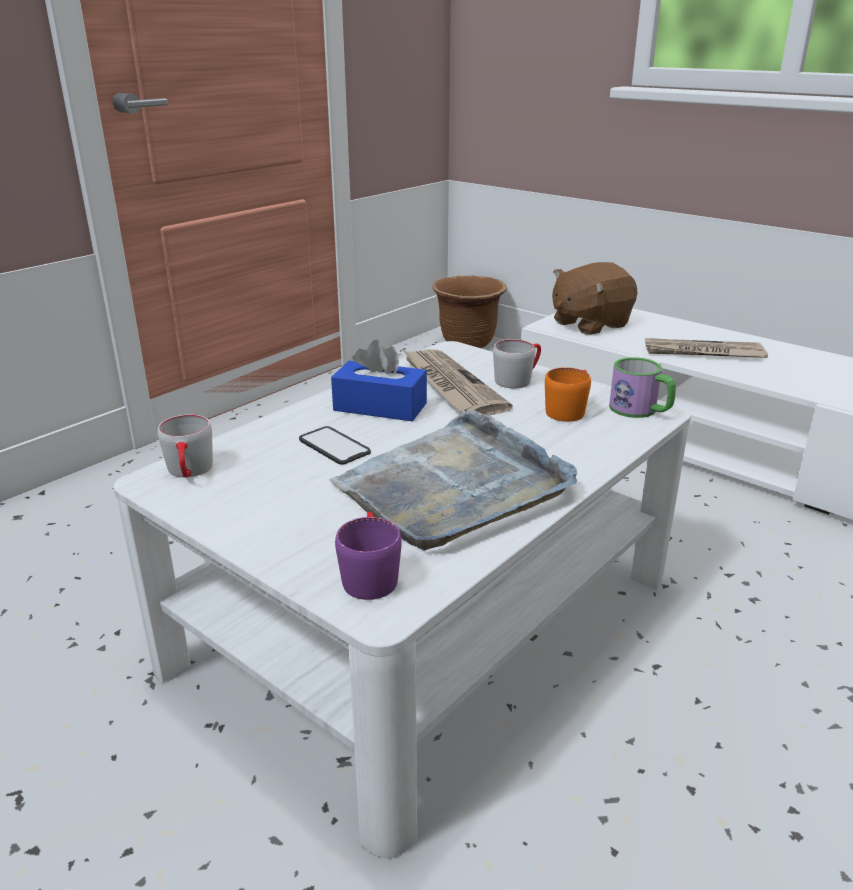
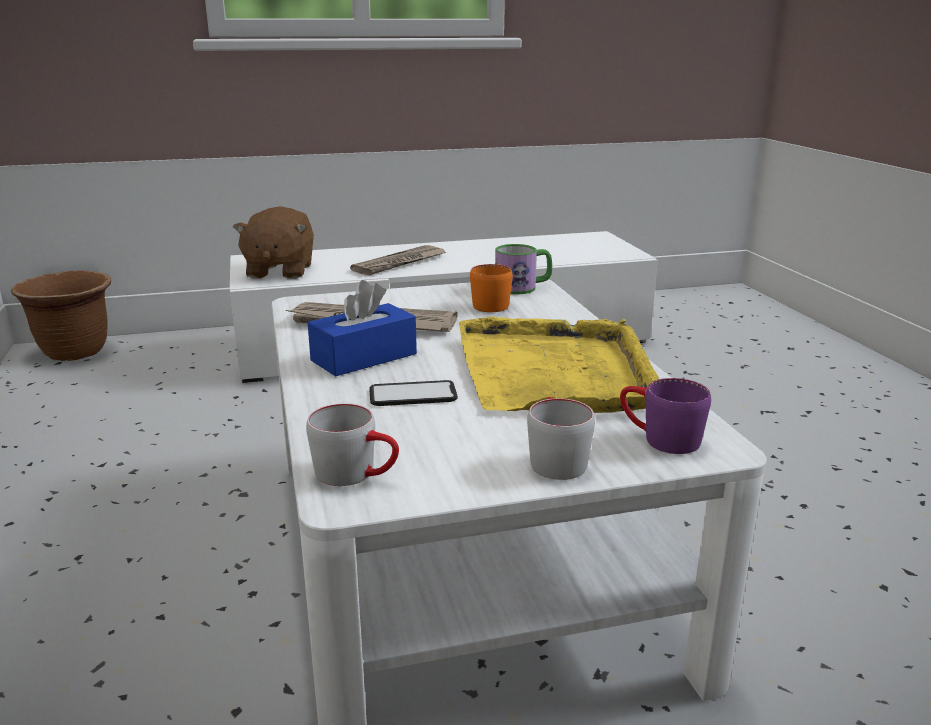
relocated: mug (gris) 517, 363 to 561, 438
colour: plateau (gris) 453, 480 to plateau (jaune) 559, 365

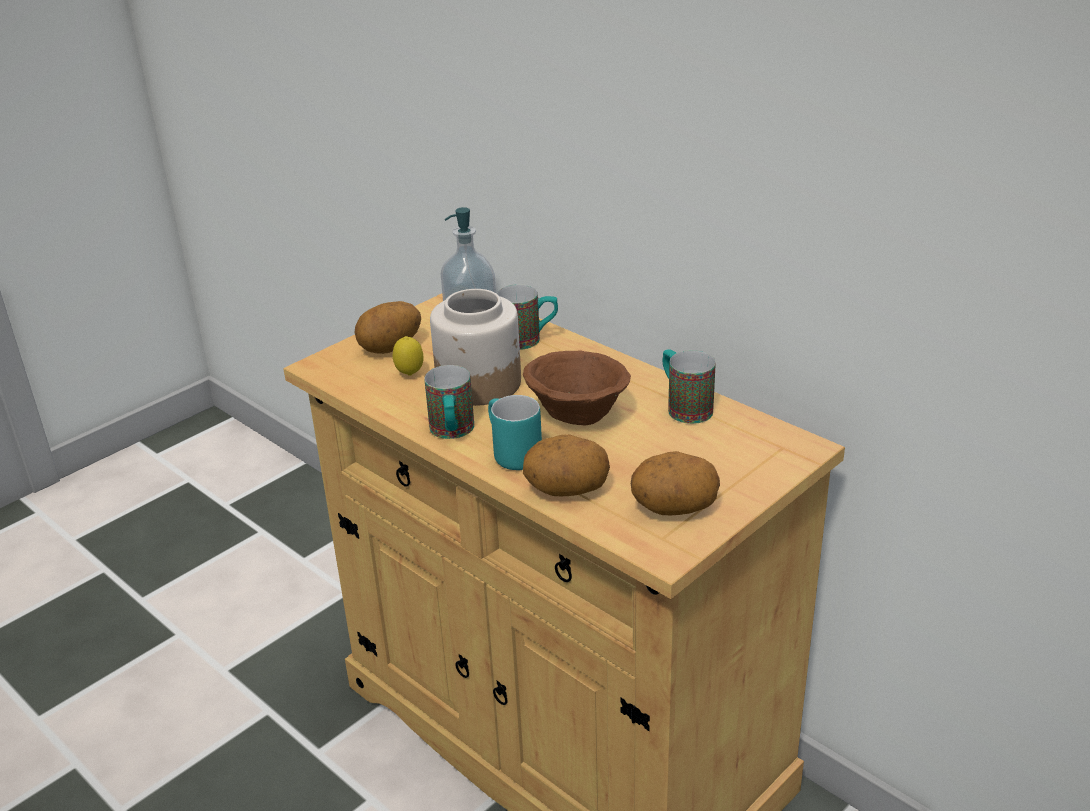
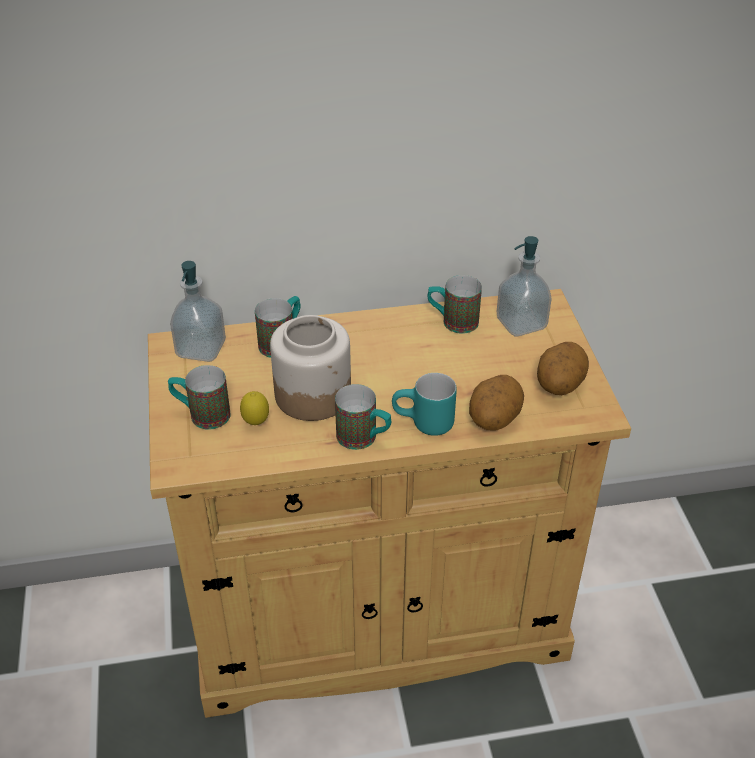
missing: bol (marron) 577, 387
appeared: distributeur de savon 524, 286
exchanged: pomme de terre 388, 327 to mug 199, 397

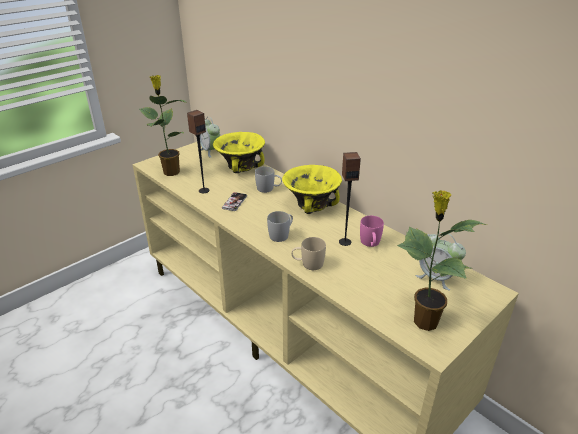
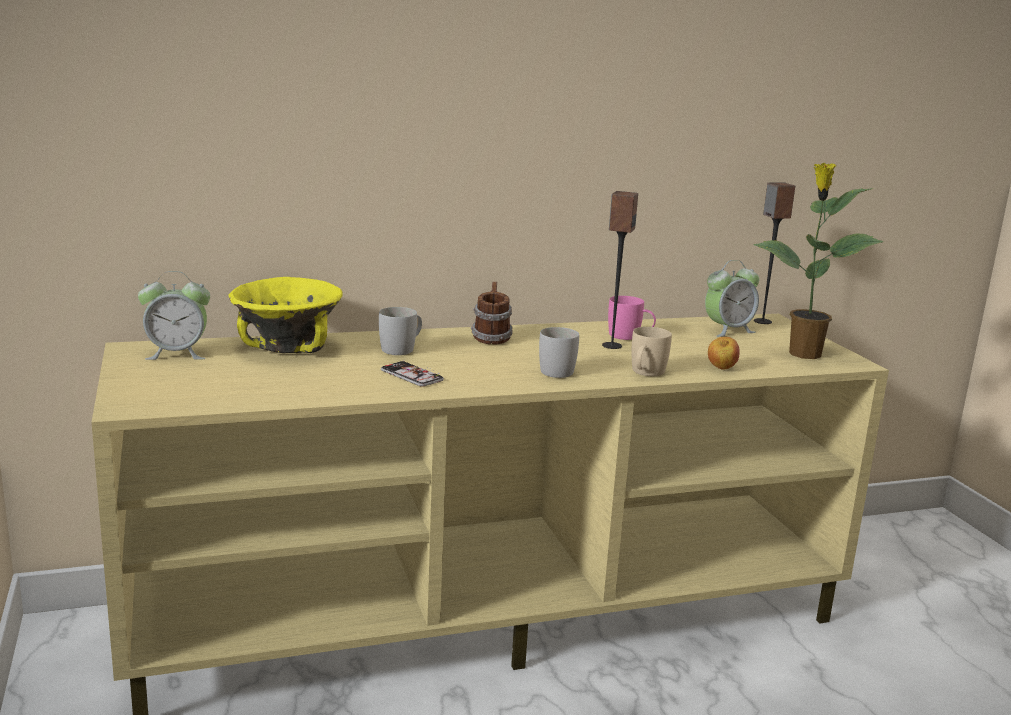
missing: plante en pot 163, 125
appeared: pomme 724, 353
relocated: enceinte 198, 151 to 774, 253
exchanged: bol (jaune) 312, 189 to mug 492, 313

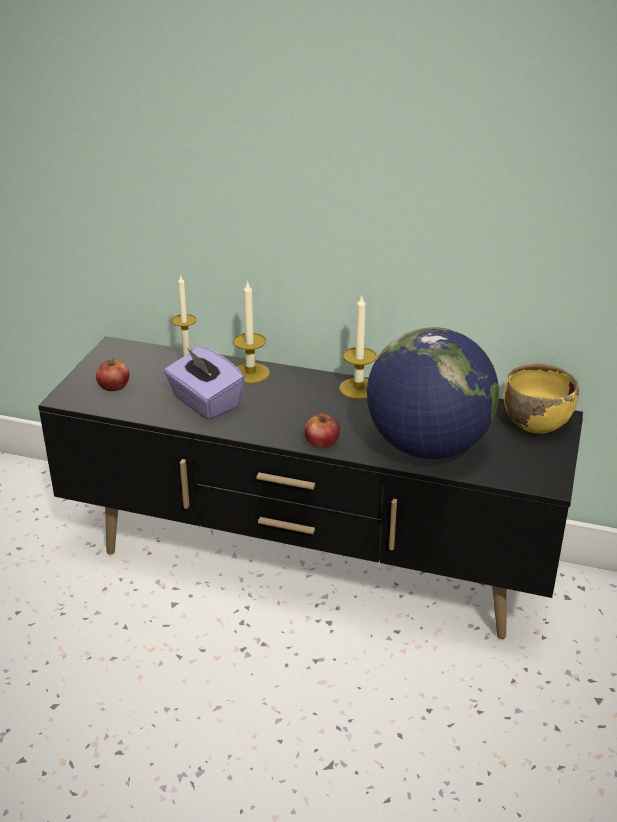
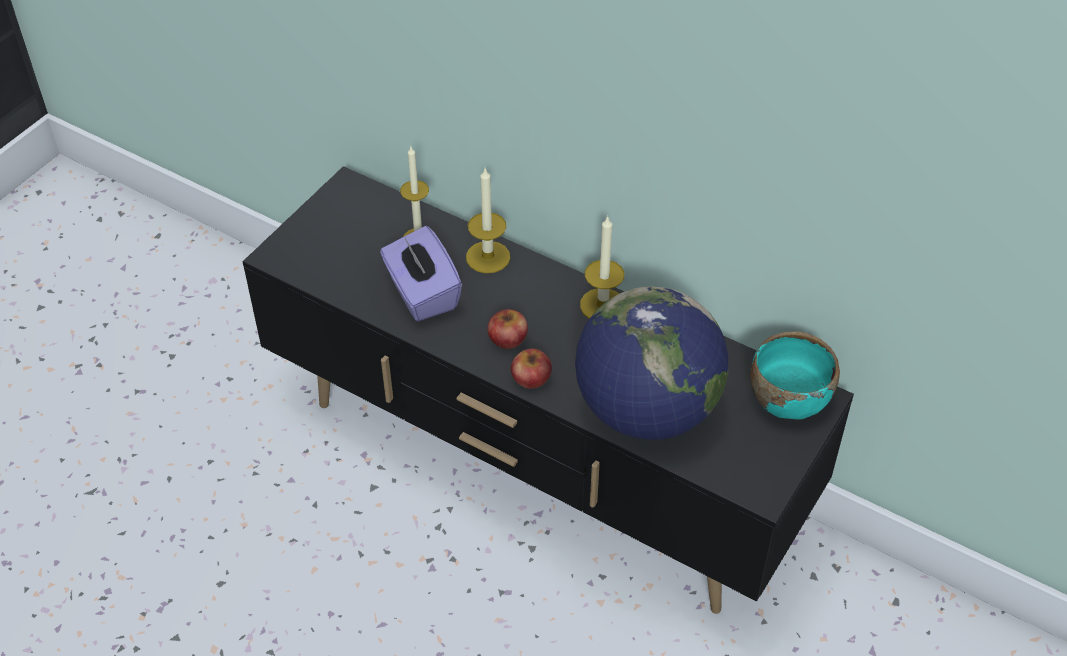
relocated: pomme 112, 374 to 507, 329
colour: bol (jaune) 541, 399 to bol (turquoise) 795, 375

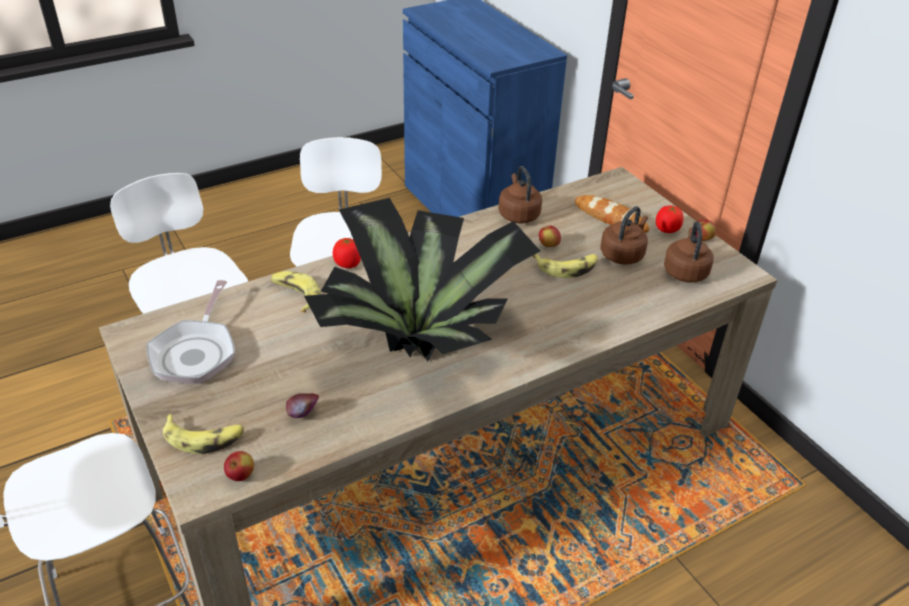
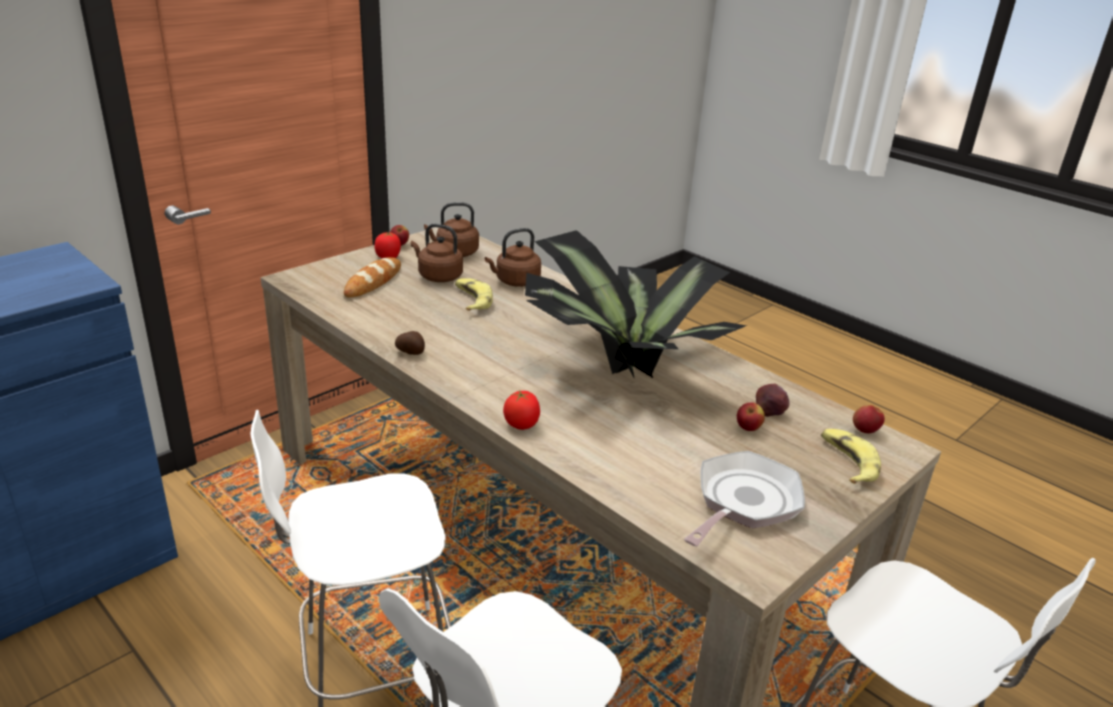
missing: banane 295, 292
appeared: pomme de terre 410, 343
relocated: bouilloire (marron) 520, 195 to 513, 257; pomme 550, 236 to 751, 416
spun: poêle 190, 332 = 744, 499 45 degrees counterclockwise

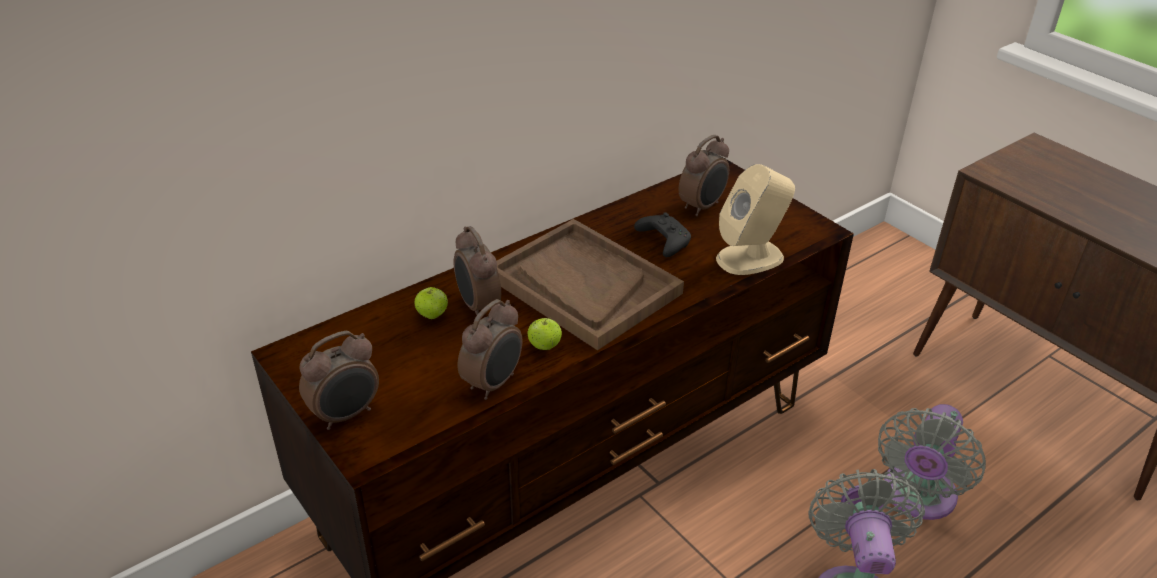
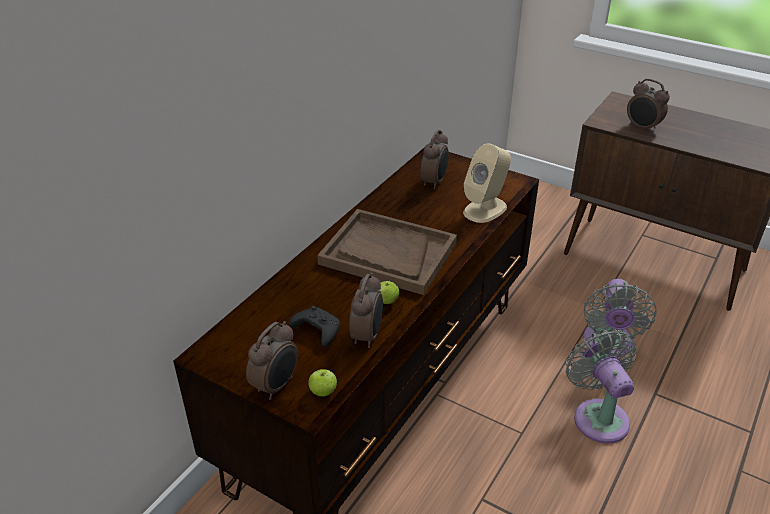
relocated: manette (noir) 662, 234 to 314, 326; réveil 477, 270 to 648, 106; pomme 431, 303 to 322, 383

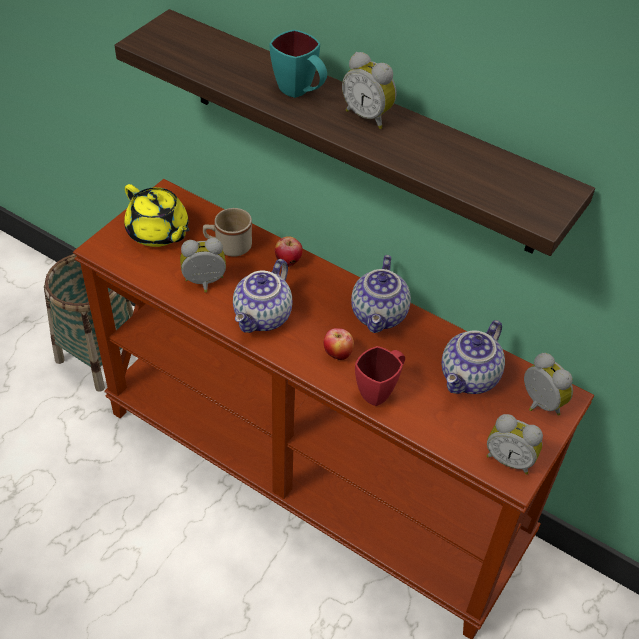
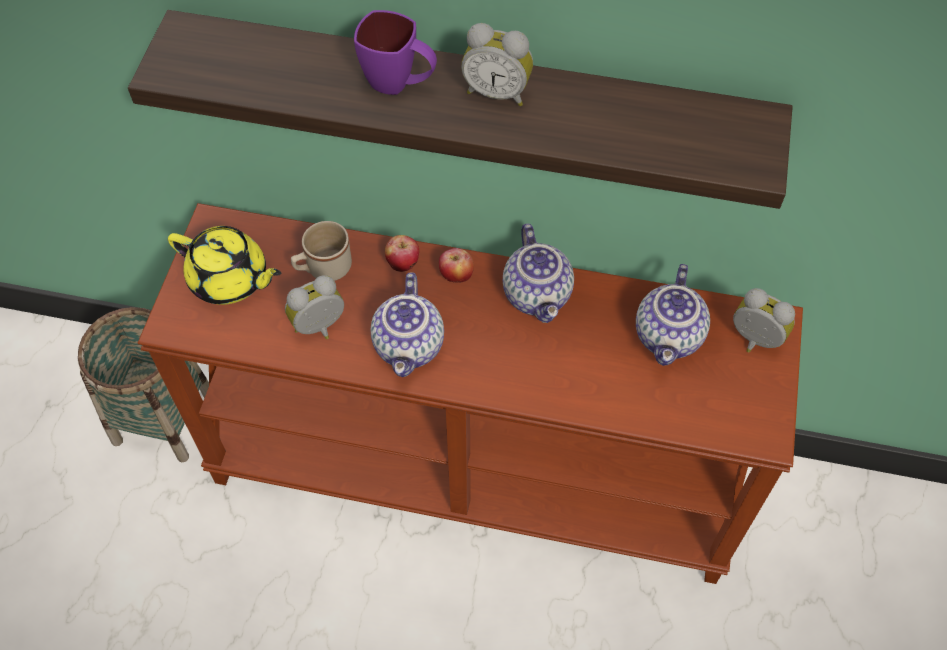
missing: mug (rouge) 380, 376; réveil 514, 444
relocated: pomme 339, 344 to 456, 265
colour: mug (turquoise) 298, 64 to mug (violet) 395, 52

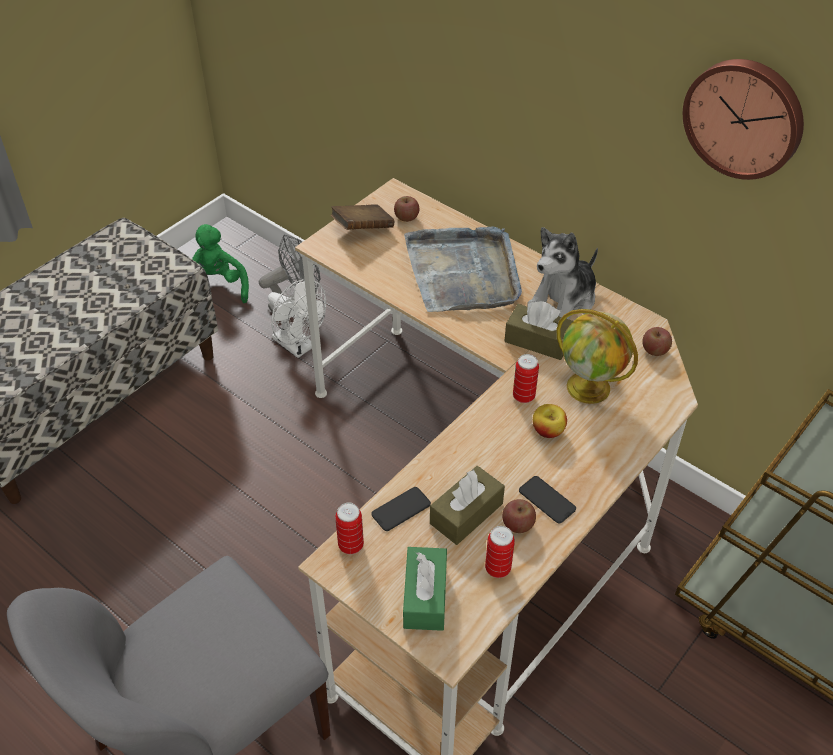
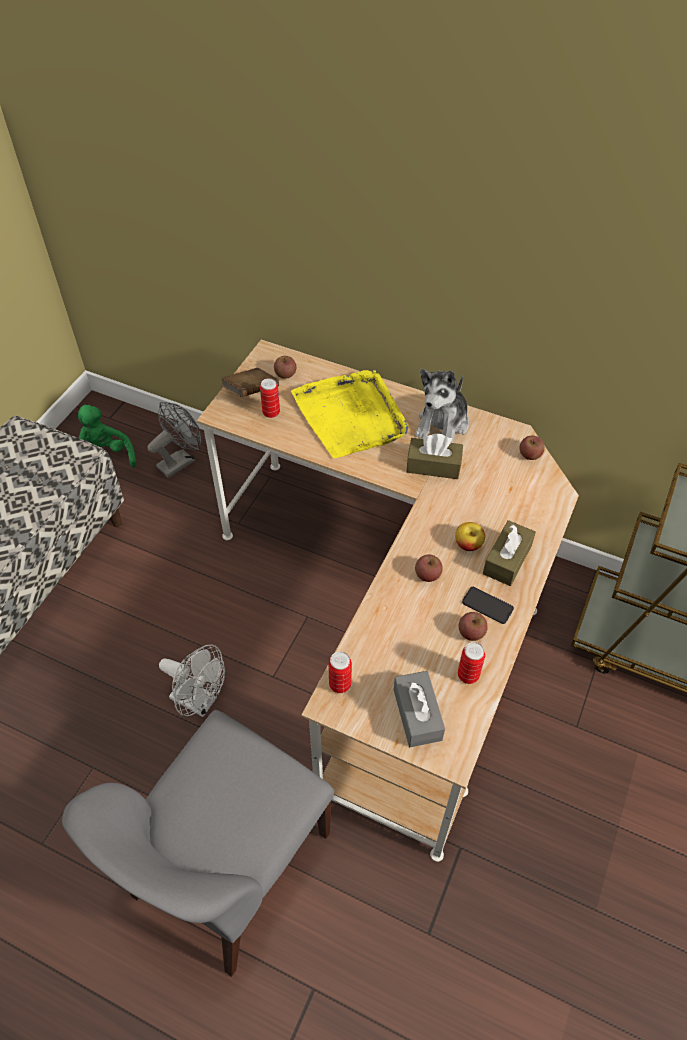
missing: horloge murale 743, 119; globe 597, 356; téléphone 401, 509
appeared: pomme 429, 568
relocated: ventilateur (blanc) 297, 318 to 192, 680; boîte métallique 526, 378 to 270, 398; boîte à mouchoirs (marron) 467, 505 to 509, 553
colour: plateau (gris) 463, 269 to plateau (jaune) 350, 414; boîte à mouchoirs (vert) 425, 589 to boîte à mouchoirs (gris) 419, 709

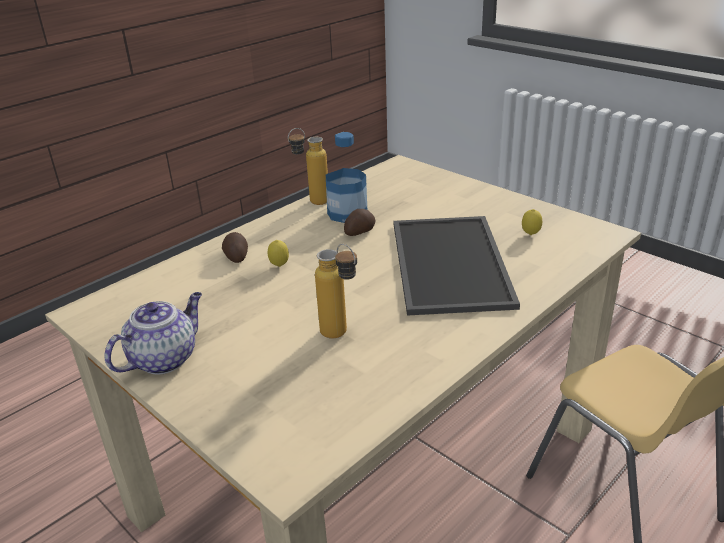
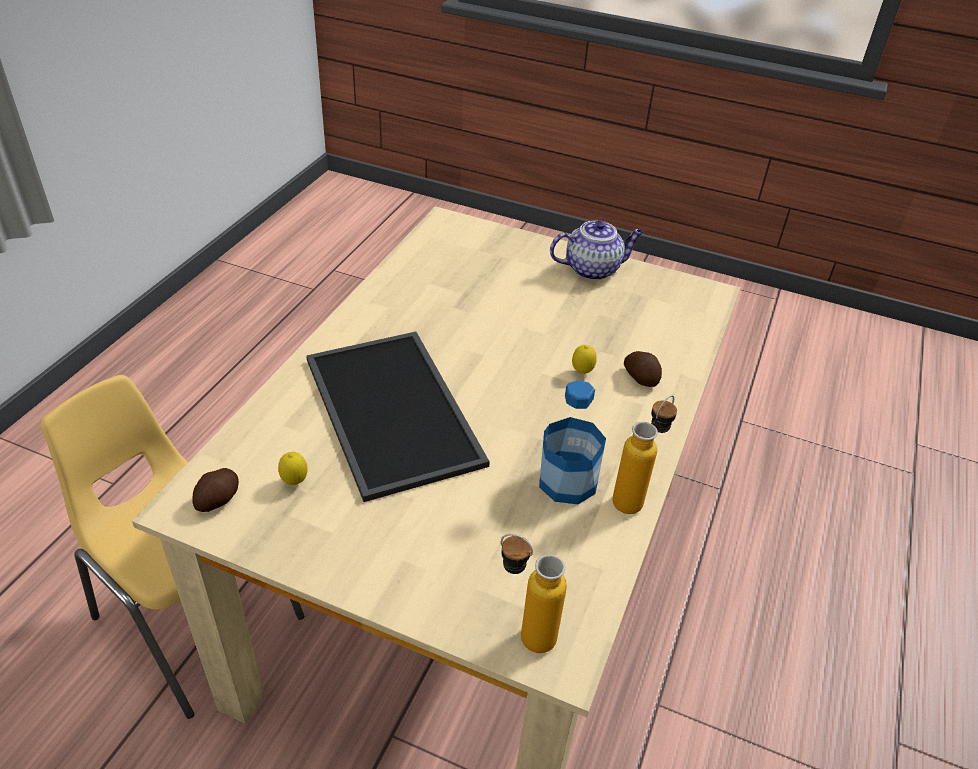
relocated: pomme de terre 359, 222 to 215, 490; bouteille 336, 291 to 534, 593
spun: théière 153, 333 = 597, 250 120 degrees counterclockwise

